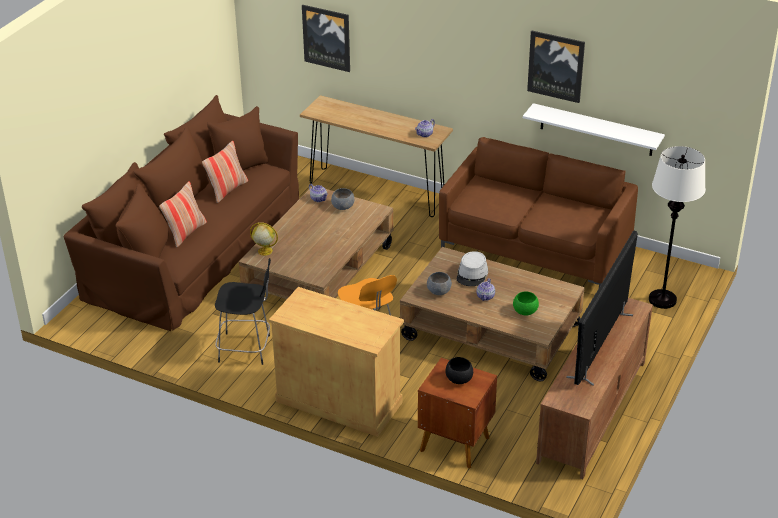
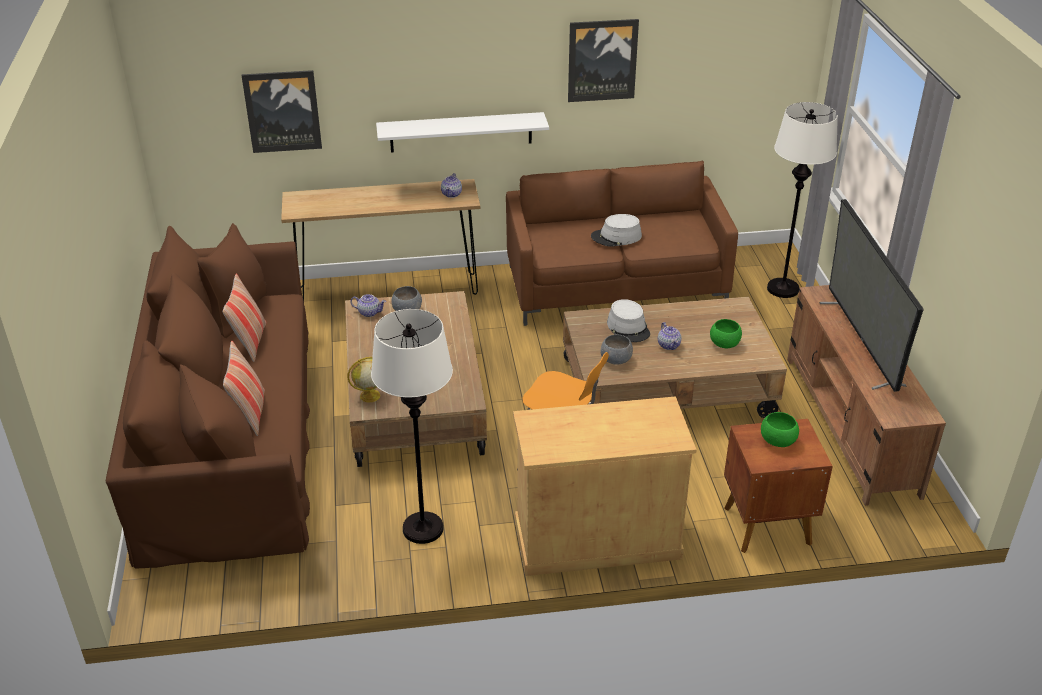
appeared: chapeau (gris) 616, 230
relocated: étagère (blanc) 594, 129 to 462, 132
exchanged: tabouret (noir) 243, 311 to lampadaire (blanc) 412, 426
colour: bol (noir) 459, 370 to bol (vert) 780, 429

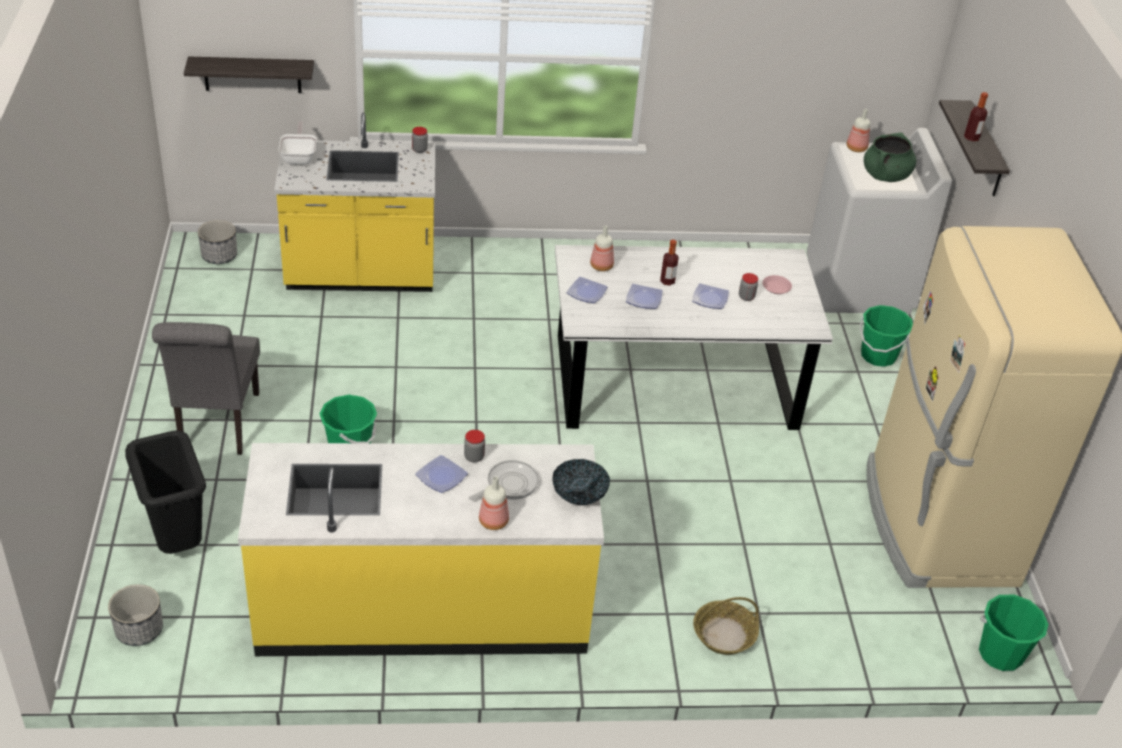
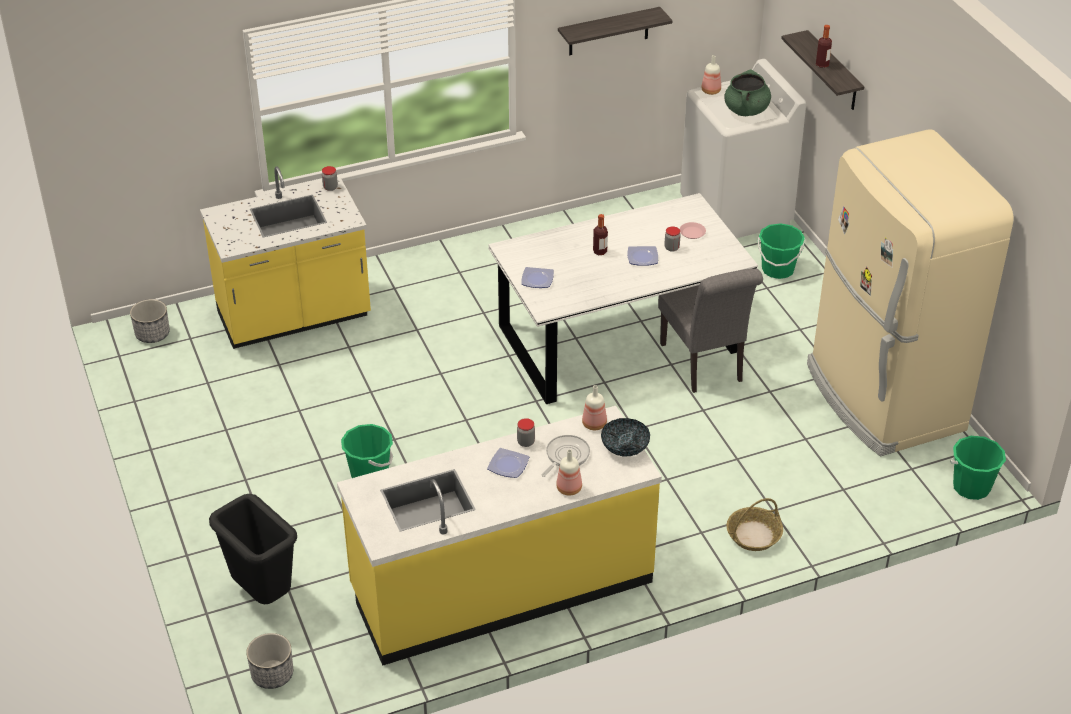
missing: poêle 297, 143; assiette 644, 296
relocated: étagère 249, 74 to 615, 31; bouteille 602, 248 to 594, 407; chaise (gris) 206, 388 to 710, 330

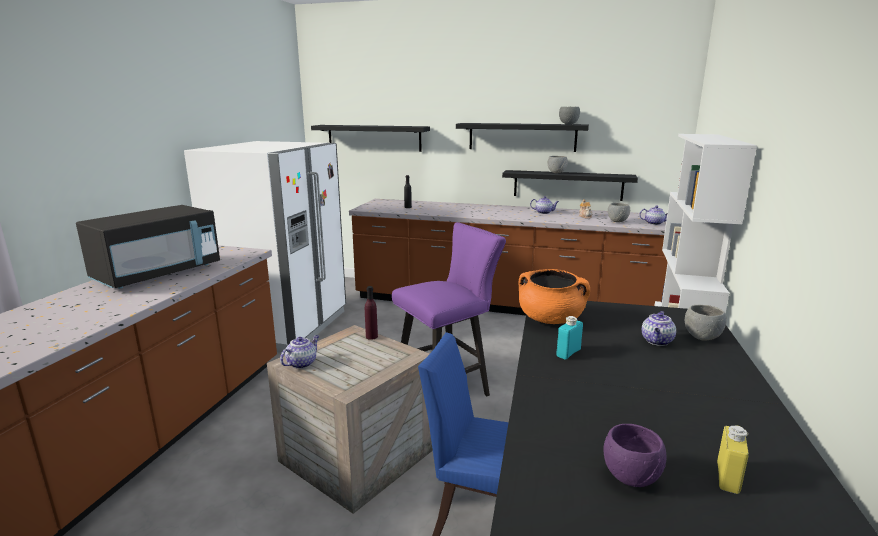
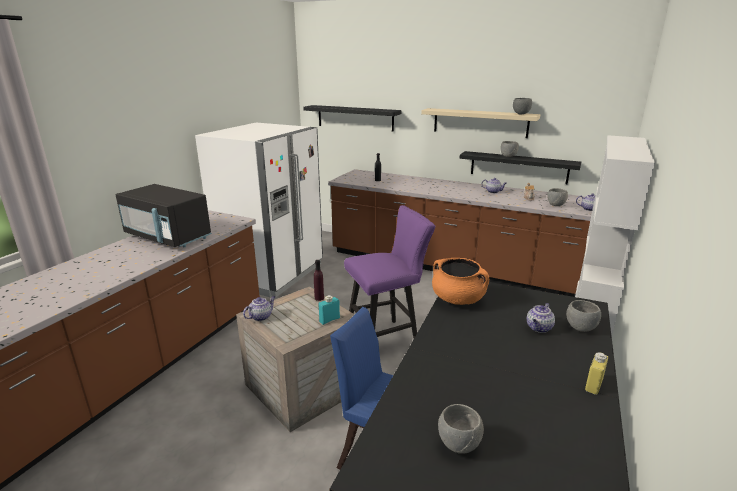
relocated: bouteille (turquoise) 569, 338 to 329, 310; bouteille (jaune) 733, 459 to 596, 374
colour: étagère (noir) 522, 137 to étagère (beige) 480, 123; bol (violet) 635, 455 to bol (gris) 461, 429
spun: micro-ondes (noir) 148, 247 = 163, 215 75 degrees clockwise

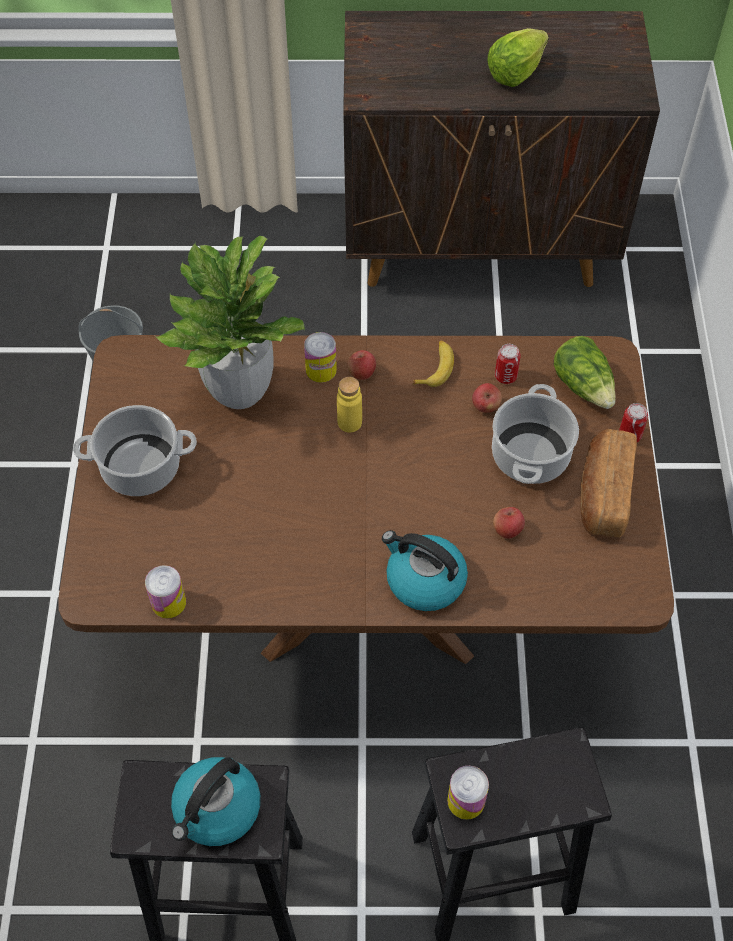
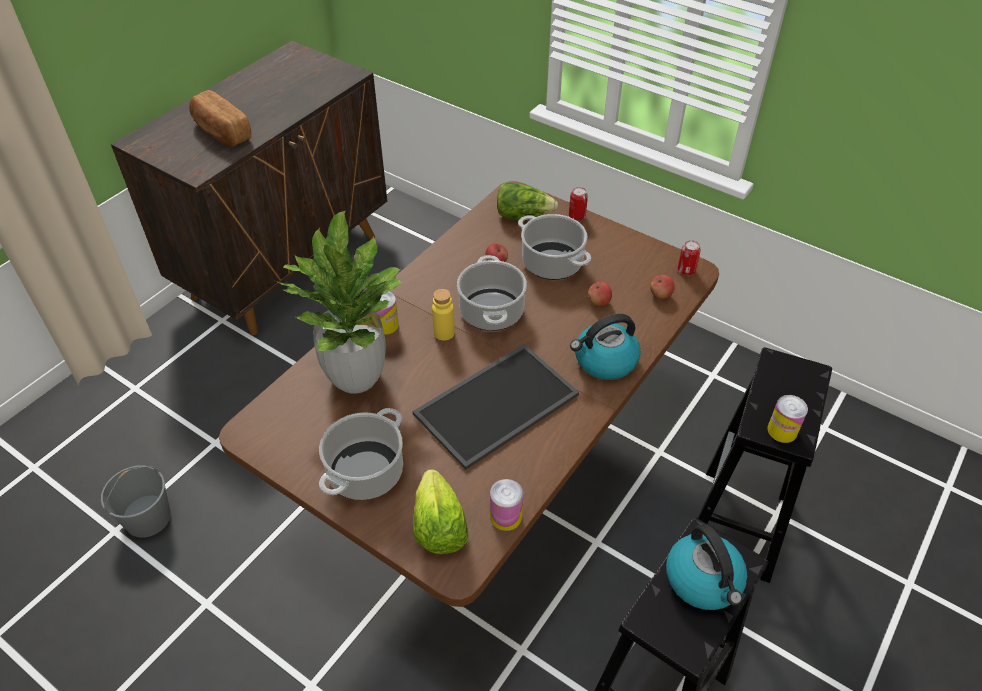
missing: banane 433, 363
appeared: marmite 492, 293; plateau 496, 407
relocated: laitue 518, 57 to 440, 511; boîte métallique 508, 364 to 689, 257; pomme 362, 365 to 662, 287; pain 609, 483 to 220, 118

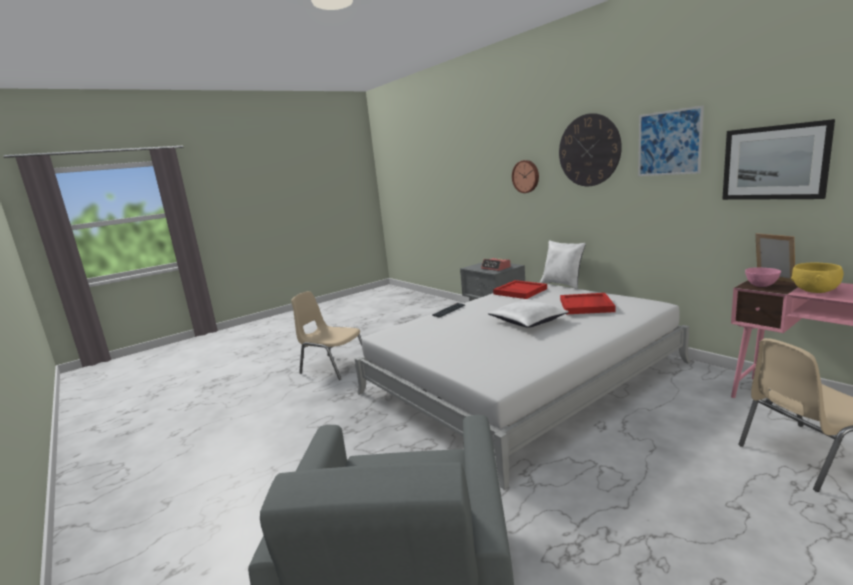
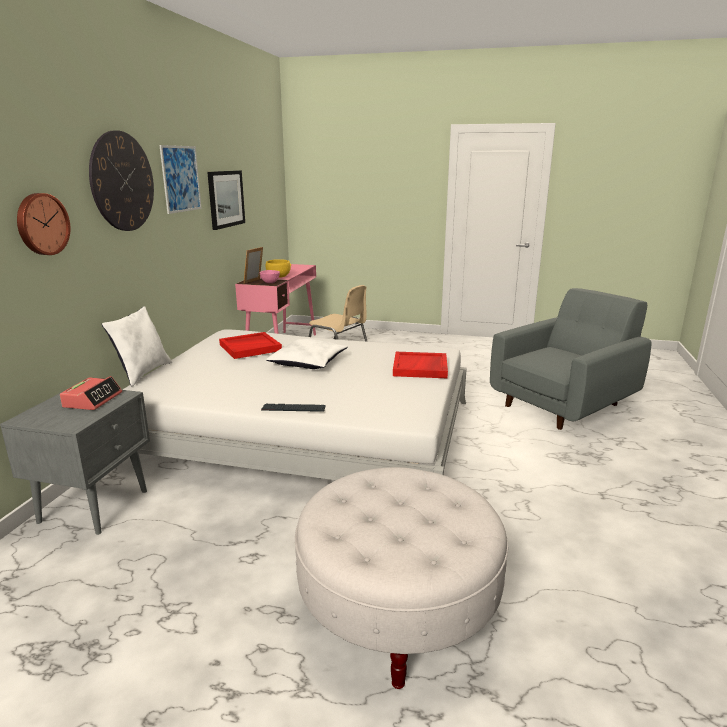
relocated: plateau (rouge) 520, 289 to 420, 365
exchanged: chaise (beige) 326, 335 to pouf (blanc) 401, 578

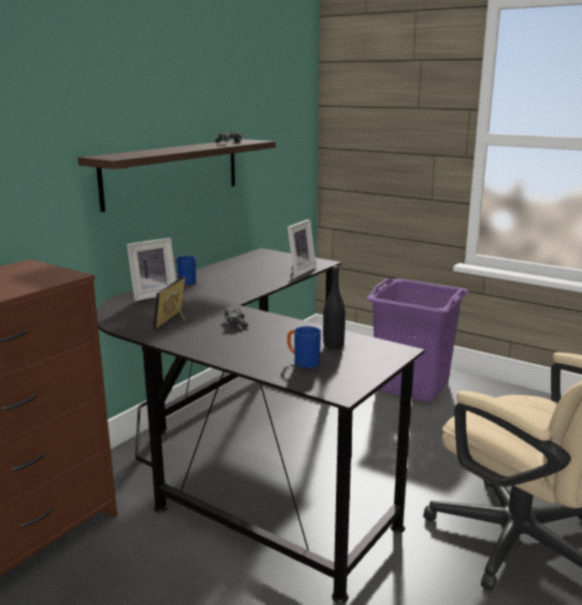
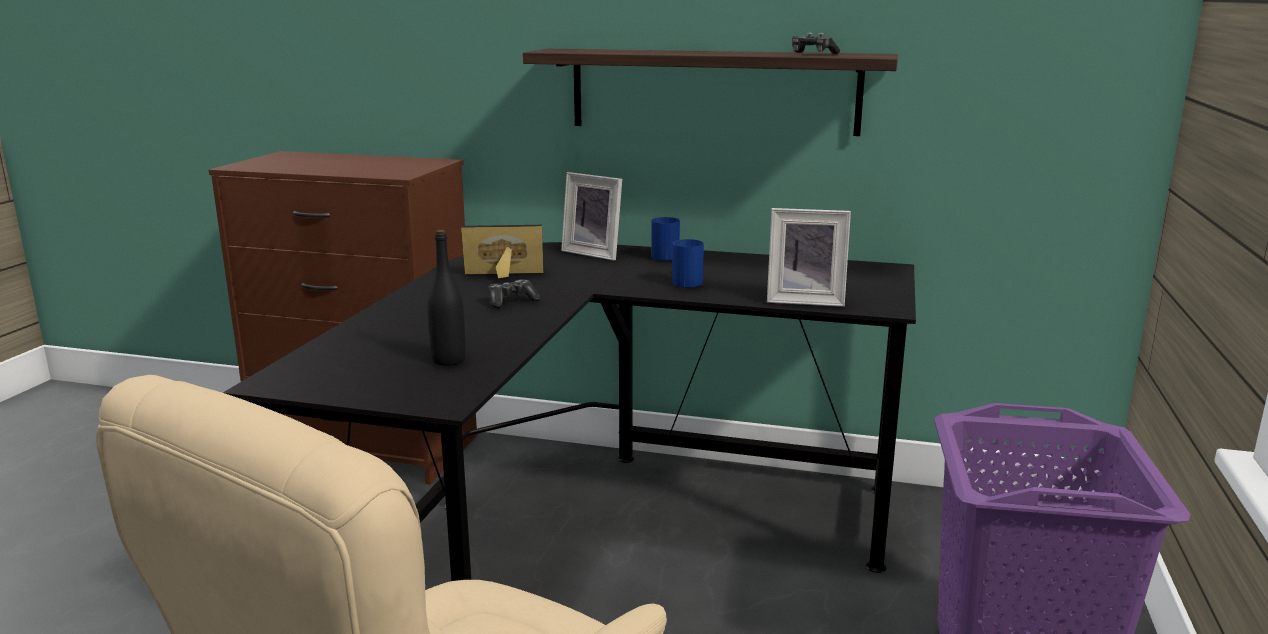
relocated: mug (bleu) 304, 347 to 688, 263

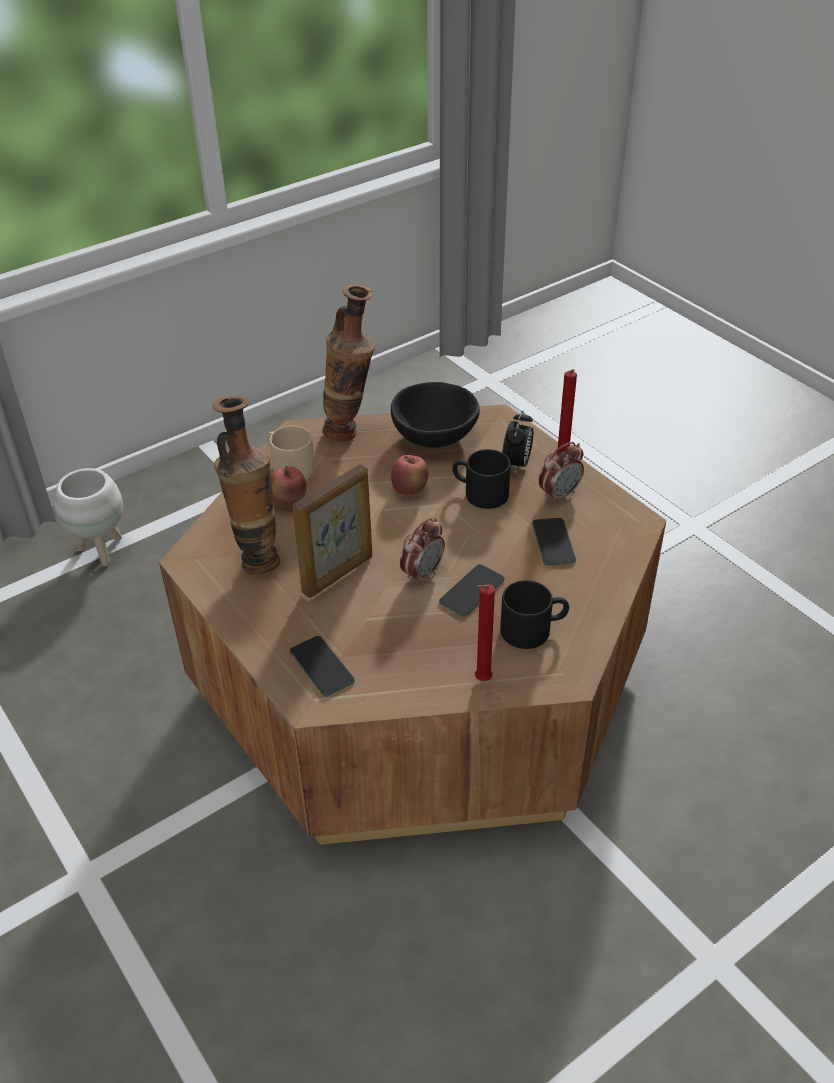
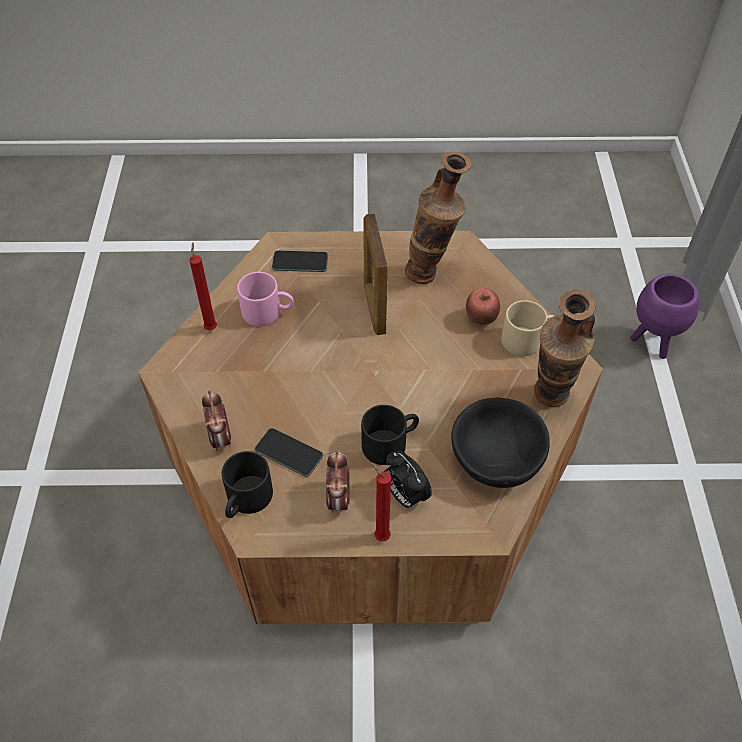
missing: pomme 409, 475; téléphone 472, 590
appeared: mug (rose) 265, 299
relocated: réveil 422, 552 to 216, 420; mug (noir) 534, 614 to 247, 484
colour: cache-pot (blanc) 88, 517 to cache-pot (violet) 664, 316

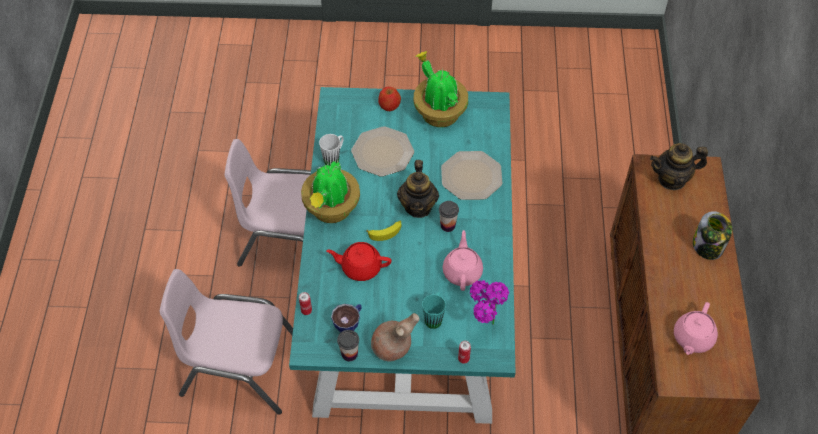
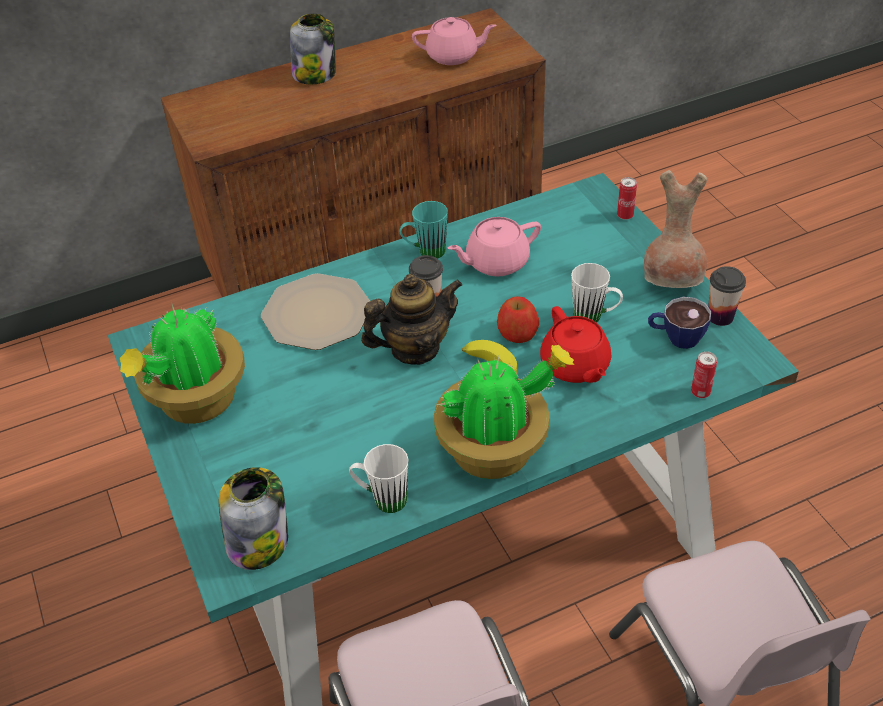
missing: assiette 382, 151; théière 679, 166; plante en pot 489, 302
appeared: mug (blanc) 597, 293; bocal 253, 518
relocated: pomme 389, 99 to 518, 319; mug (turquoise) 434, 310 to 424, 230

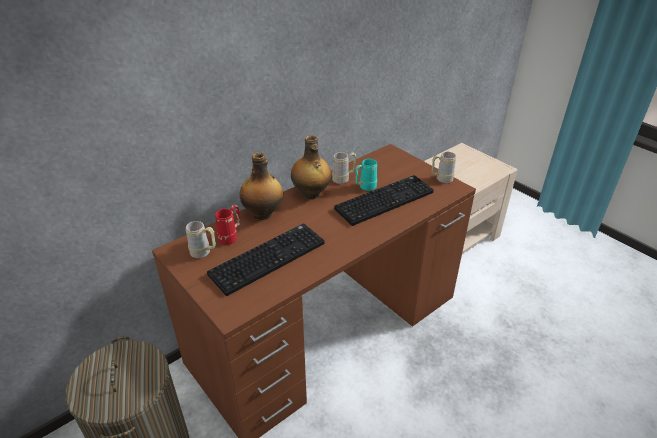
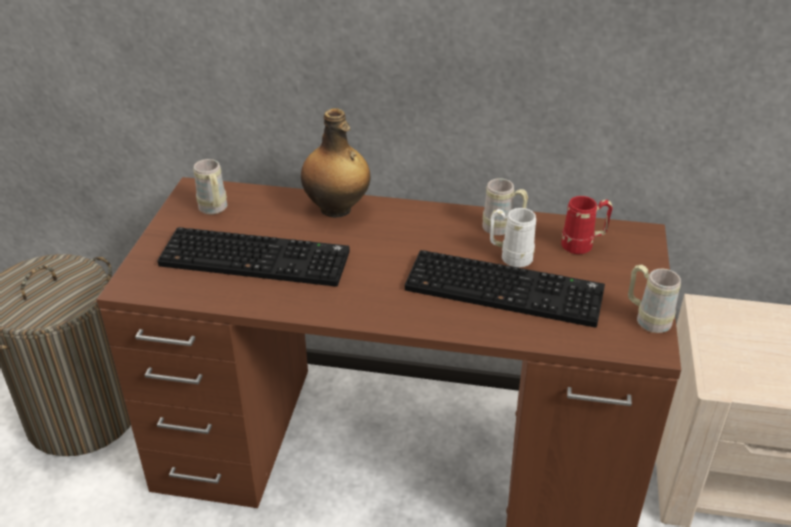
missing: bouteille 311, 167
relocated: mug (rouge) 227, 225 to 587, 225
colour: mug (turquoise) 366, 175 to mug (blanc) 513, 237

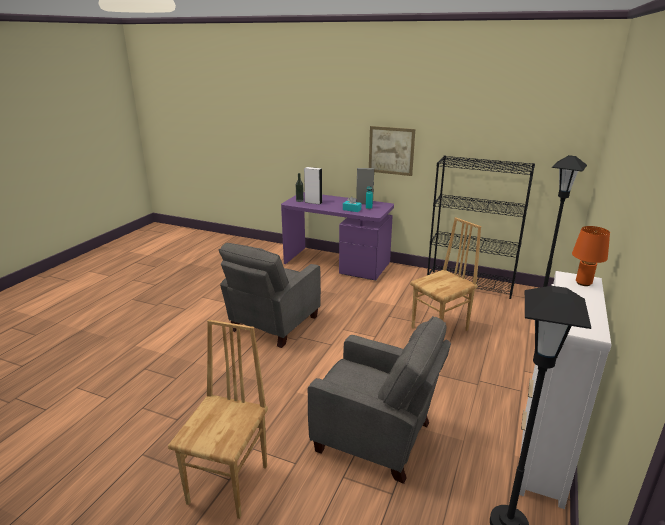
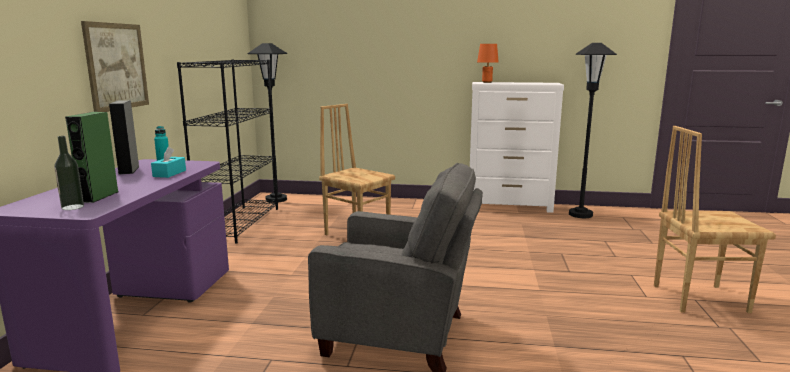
missing: fauteuil (gris) 379, 400
colour: enceinte (blanc) 313, 186 to enceinte (vert) 91, 157

